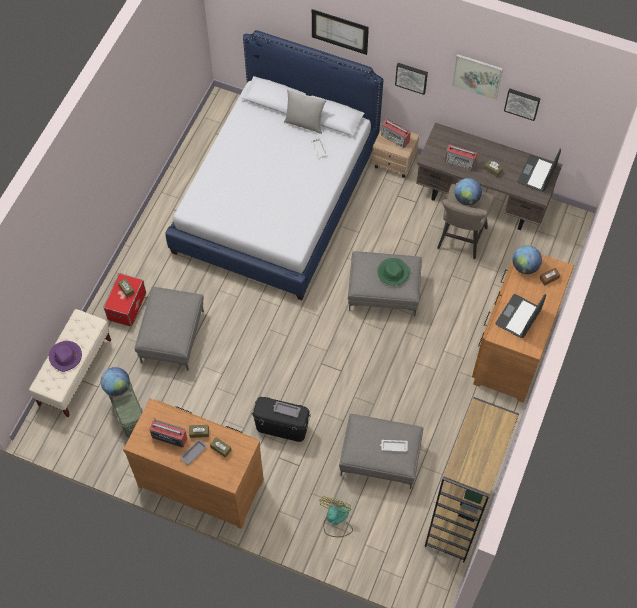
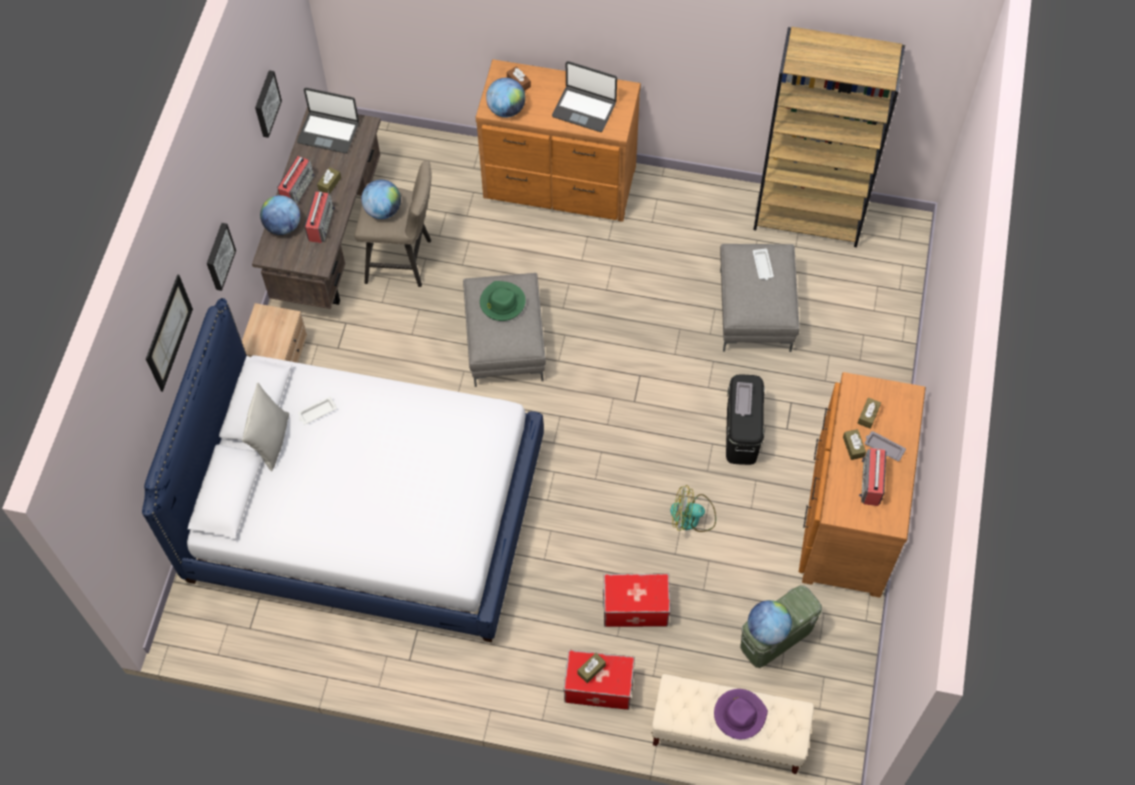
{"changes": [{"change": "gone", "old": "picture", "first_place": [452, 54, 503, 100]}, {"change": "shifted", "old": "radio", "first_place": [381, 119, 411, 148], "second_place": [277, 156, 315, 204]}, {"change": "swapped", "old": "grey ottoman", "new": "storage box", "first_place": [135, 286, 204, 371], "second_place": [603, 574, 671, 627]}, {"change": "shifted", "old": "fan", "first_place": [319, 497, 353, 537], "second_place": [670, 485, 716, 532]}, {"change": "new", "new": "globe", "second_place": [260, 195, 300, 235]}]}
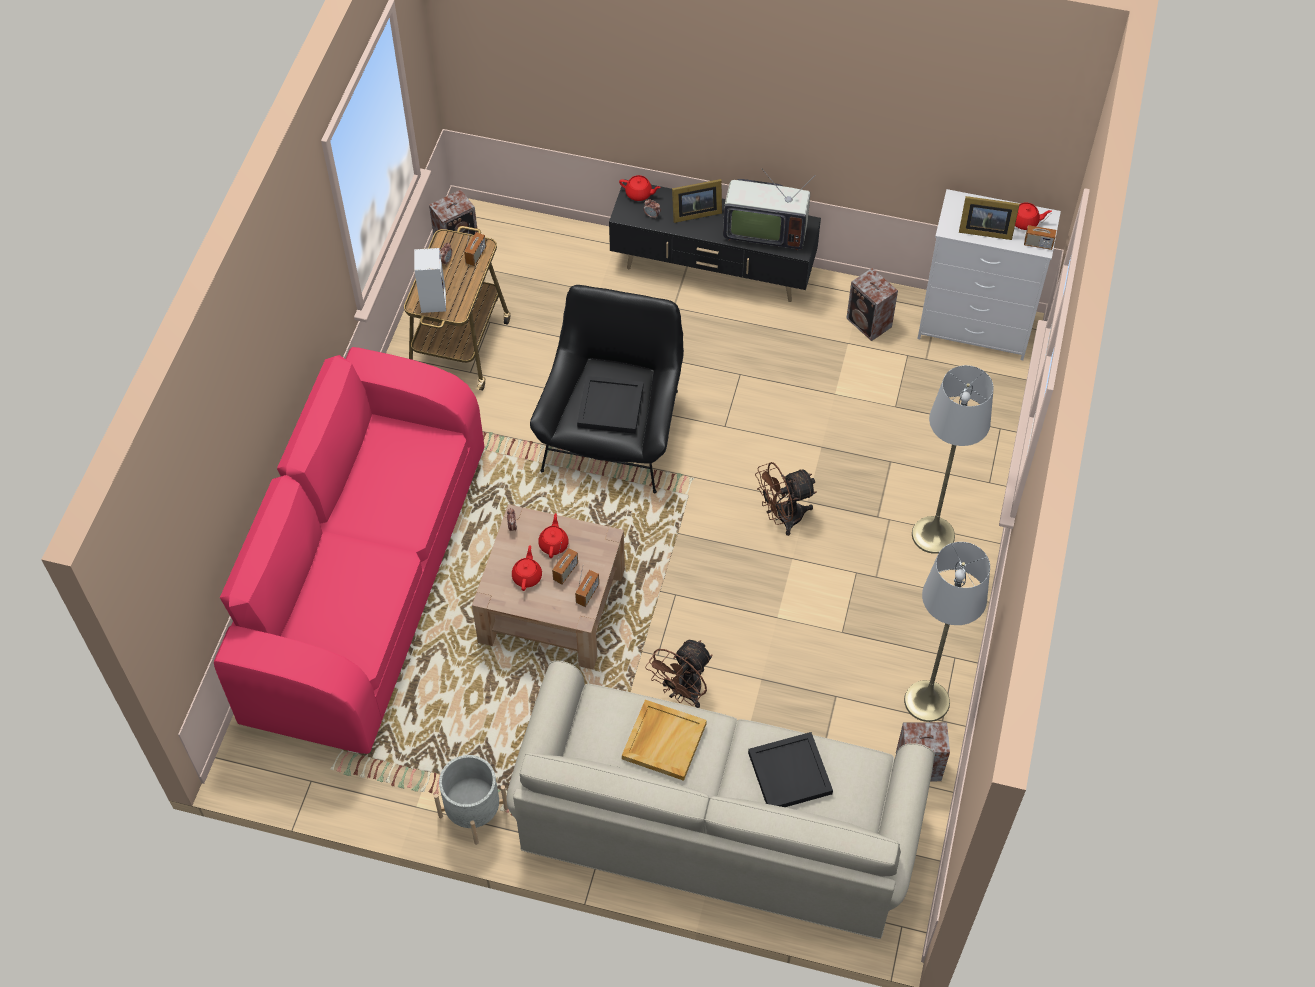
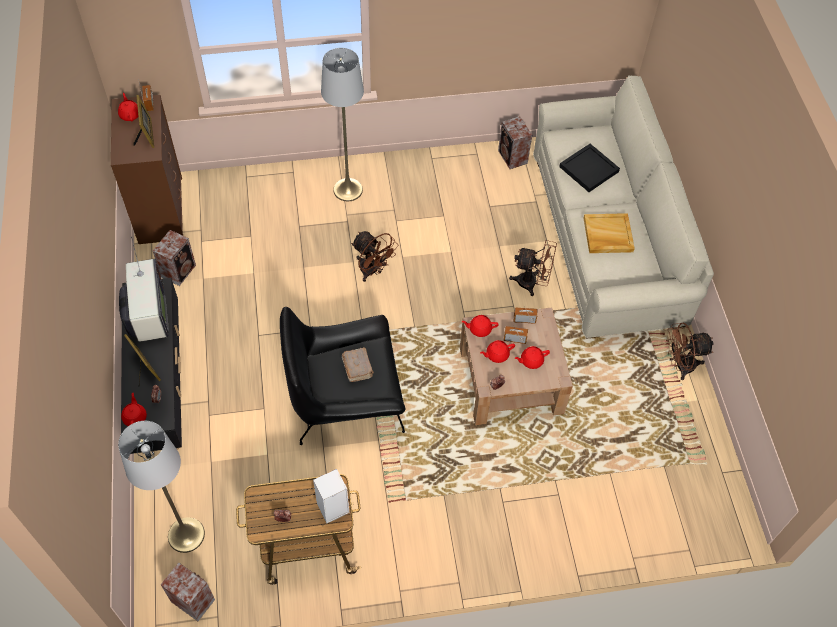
{"changes": [{"change": "repainted", "old": "white dresser", "new": "brown dresser", "first_place": [917, 189, 1061, 360], "second_place": [111, 95, 183, 244]}, {"change": "gone", "old": "radio", "first_place": [464, 224, 486, 266]}, {"change": "gone", "old": "pink sofa", "first_place": [214, 347, 485, 754]}, {"change": "swapped", "old": "black tray", "new": "brown book", "first_place": [577, 376, 644, 434], "second_place": [342, 347, 374, 382]}, {"change": "shifted", "old": "grey floor lamp", "first_place": [904, 542, 990, 722], "second_place": [118, 421, 205, 553]}, {"change": "swapped", "old": "grey planter", "new": "brown fan", "first_place": [434, 755, 508, 845], "second_place": [666, 323, 713, 380]}, {"change": "new", "new": "red teapot", "second_place": [462, 315, 499, 337]}]}
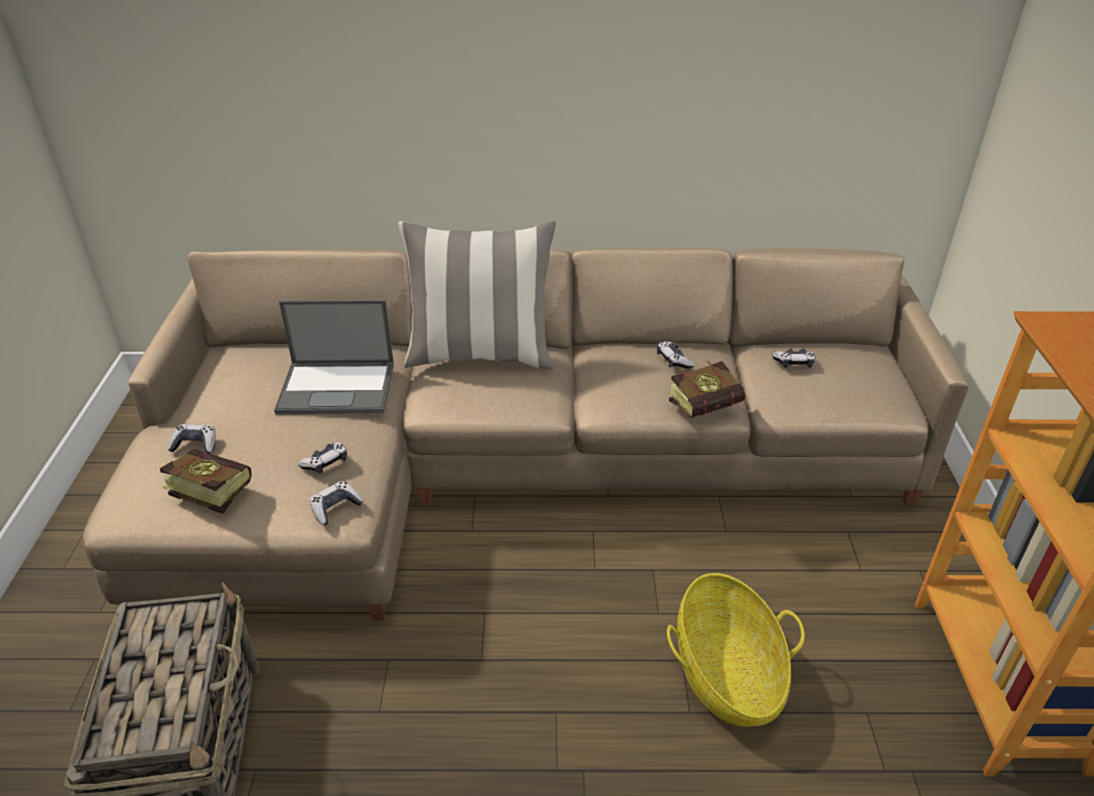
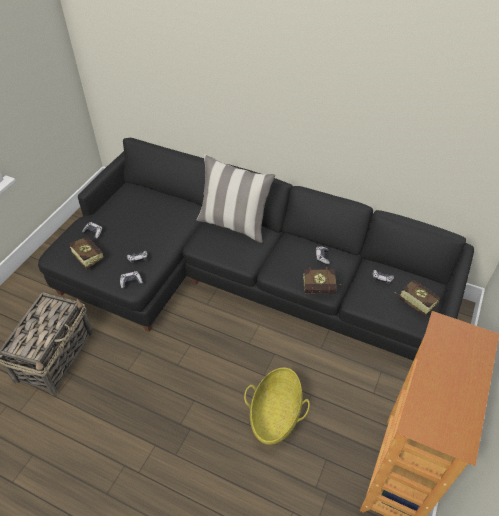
{"changes": [{"change": "repainted", "old": "beige sofa", "new": "black sofa", "first_place": [82, 247, 969, 620], "second_place": [38, 138, 474, 361]}, {"change": "gone", "old": "laptop", "first_place": [274, 300, 394, 414]}, {"change": "new", "new": "book", "second_place": [394, 280, 441, 317]}]}
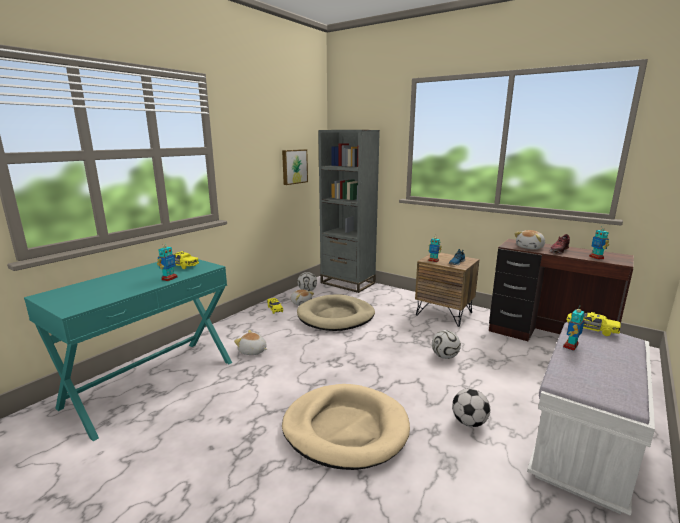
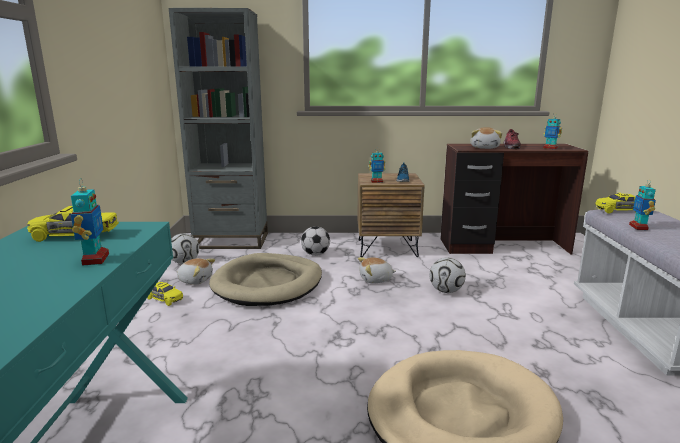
{"changes": [{"change": "gone", "old": "picture", "first_place": [282, 149, 308, 185]}, {"change": "shifted", "old": "plush toy", "first_place": [234, 330, 267, 355], "second_place": [358, 257, 396, 283]}, {"change": "shifted", "old": "football", "first_place": [452, 388, 490, 427], "second_place": [301, 226, 330, 256]}]}
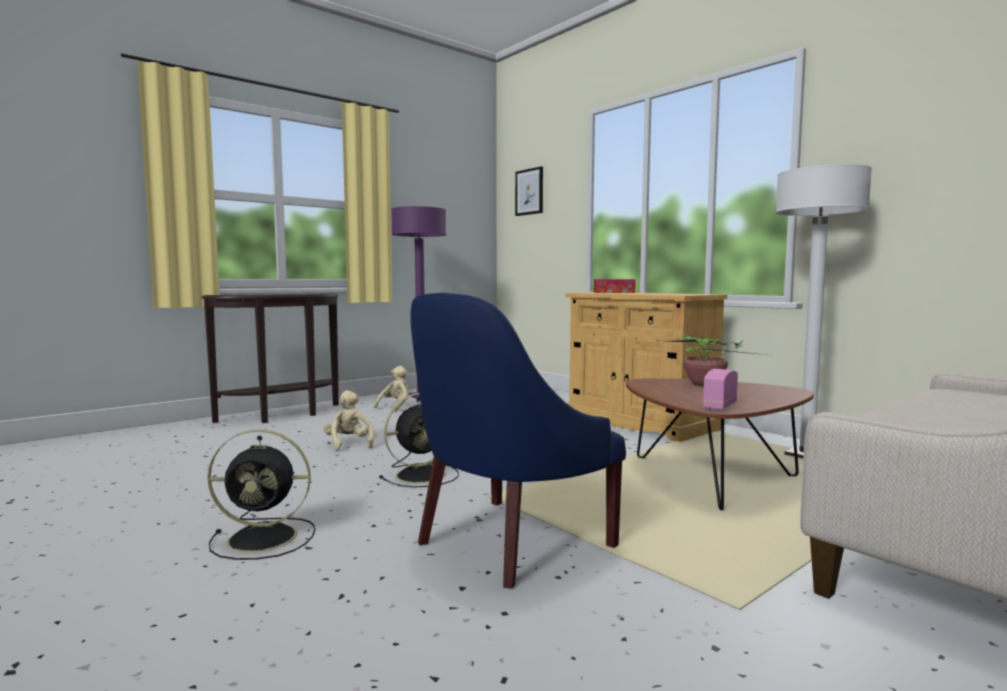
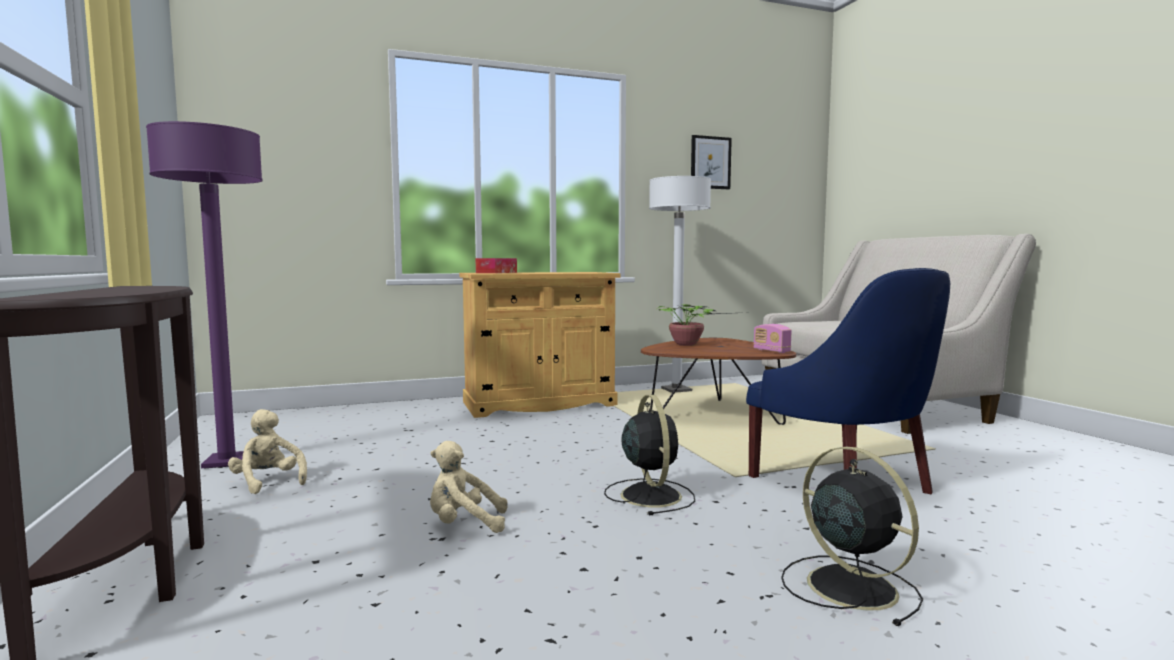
{"changes": [{"change": "shifted", "old": "picture", "first_place": [515, 166, 543, 216], "second_place": [691, 135, 732, 189]}, {"change": "rotated", "old": "black fan", "first_place": [207, 429, 315, 560], "second_place": [781, 447, 923, 626], "degrees": -45}]}
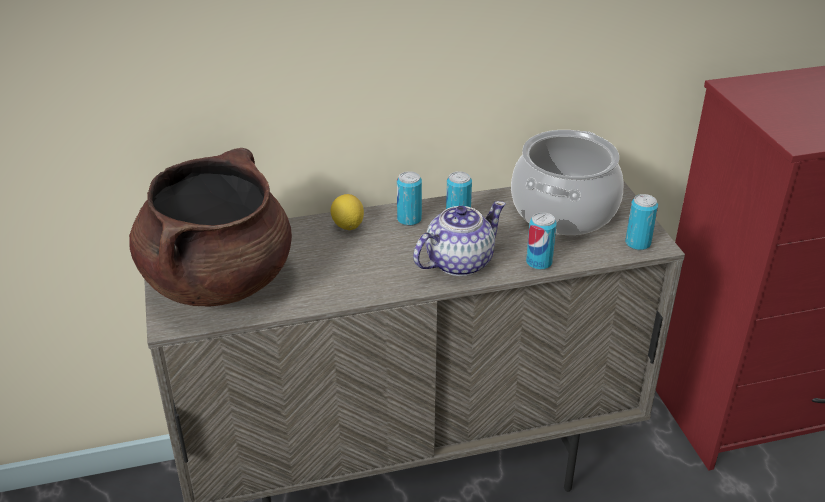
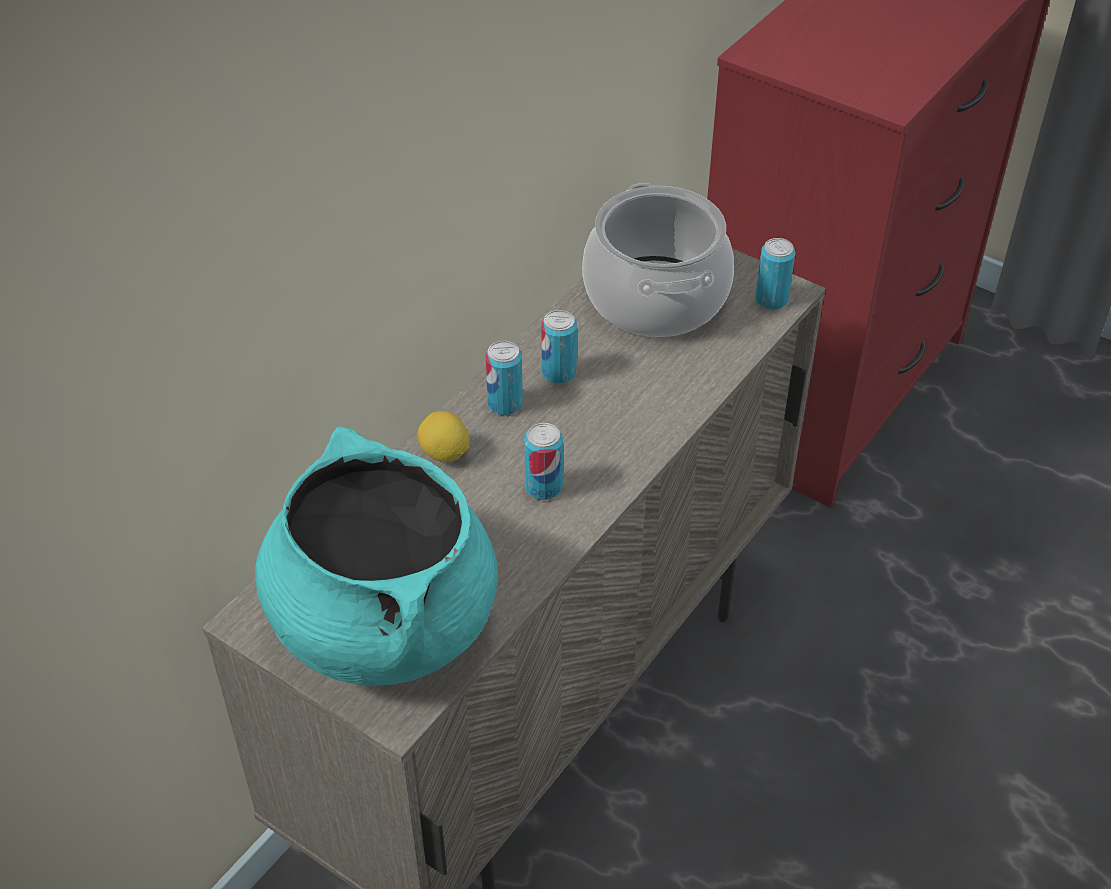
{"changes": [{"change": "repainted", "old": "brown cooking pot", "new": "turquoise cooking pot", "first_place": [129, 148, 292, 307], "second_place": [255, 426, 498, 686]}, {"change": "gone", "old": "teapot", "first_place": [413, 201, 506, 276]}, {"change": "shifted", "old": "can", "first_place": [526, 212, 557, 270], "second_place": [524, 423, 563, 500]}]}
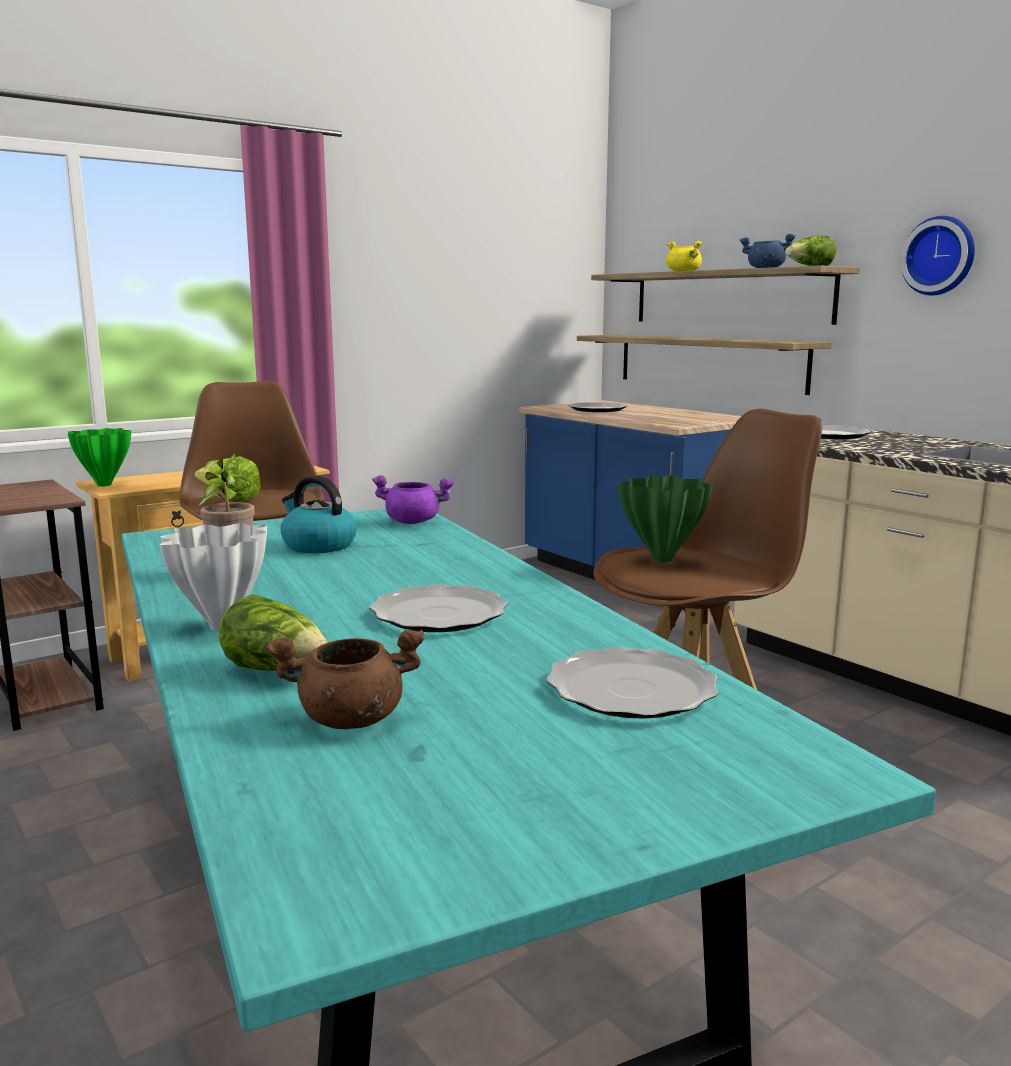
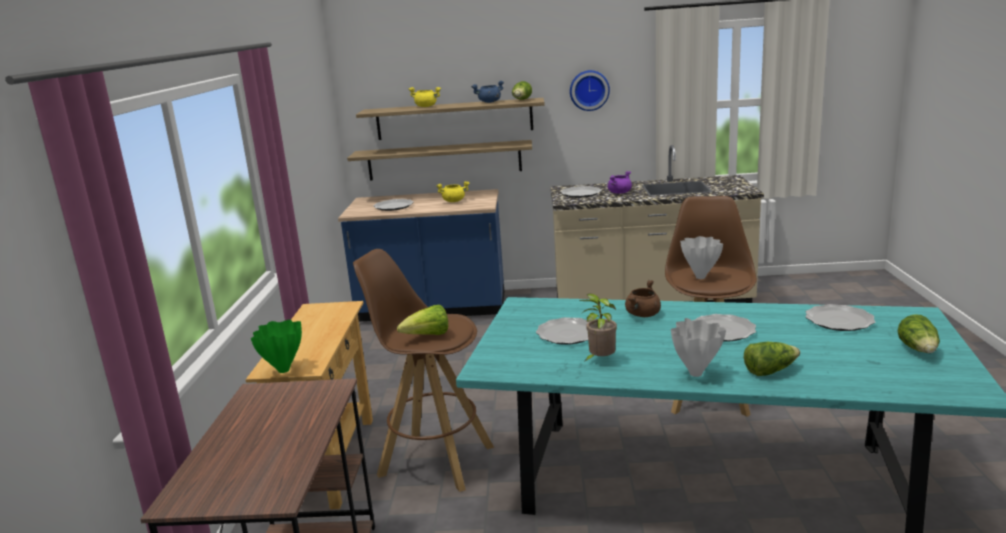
{"changes": [{"change": "swapped", "old": "kettle", "new": "plate", "first_place": [280, 475, 357, 553], "second_place": [536, 317, 588, 345]}, {"change": "shifted", "old": "purple cooking pot", "first_place": [372, 475, 454, 524], "second_place": [607, 171, 632, 194]}, {"change": "repainted", "old": "green vase", "new": "white vase", "first_place": [618, 476, 713, 563], "second_place": [680, 236, 723, 279]}, {"change": "shifted", "old": "brown cooking pot", "first_place": [266, 629, 424, 729], "second_place": [625, 280, 661, 317]}, {"change": "new", "new": "yellow cooking pot", "second_place": [436, 181, 470, 202]}, {"change": "new", "new": "lettuce", "second_place": [898, 314, 940, 353]}]}
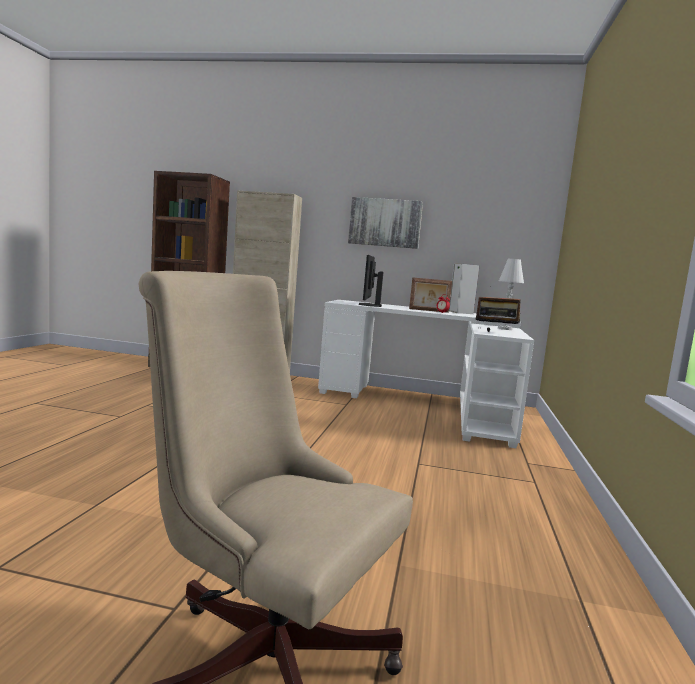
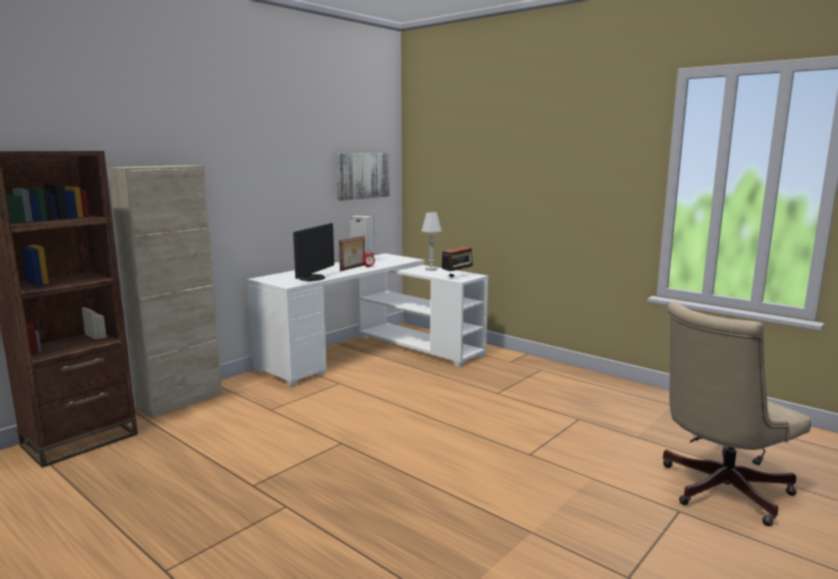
{"changes": [{"change": "shifted", "old": "picture", "first_place": [348, 197, 423, 249], "second_place": [336, 153, 390, 201]}, {"change": "rotated", "old": "monitor", "first_place": [359, 255, 383, 307], "second_place": [293, 223, 334, 281], "degrees": -105}]}
